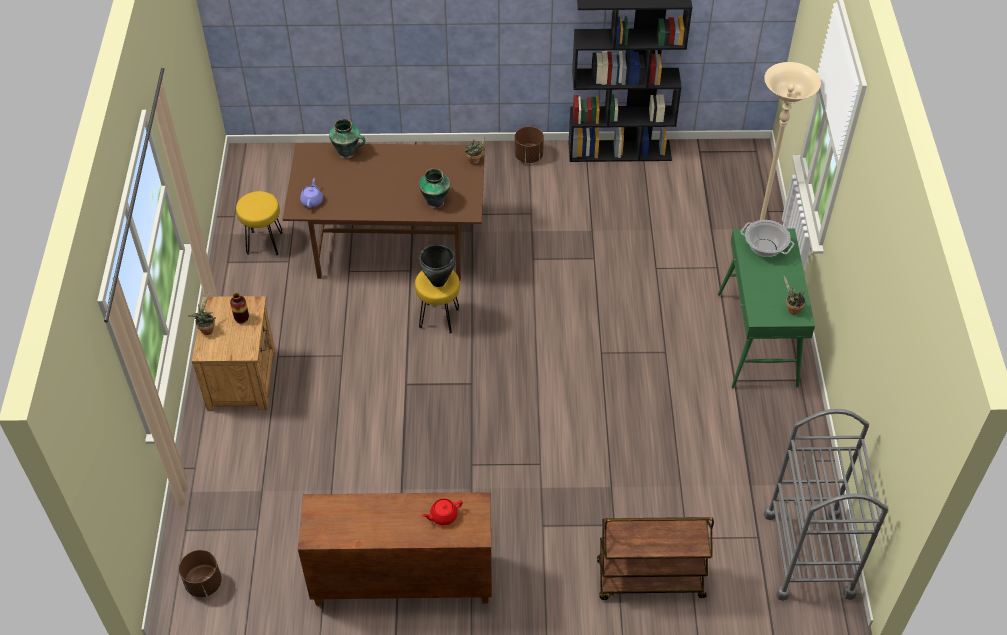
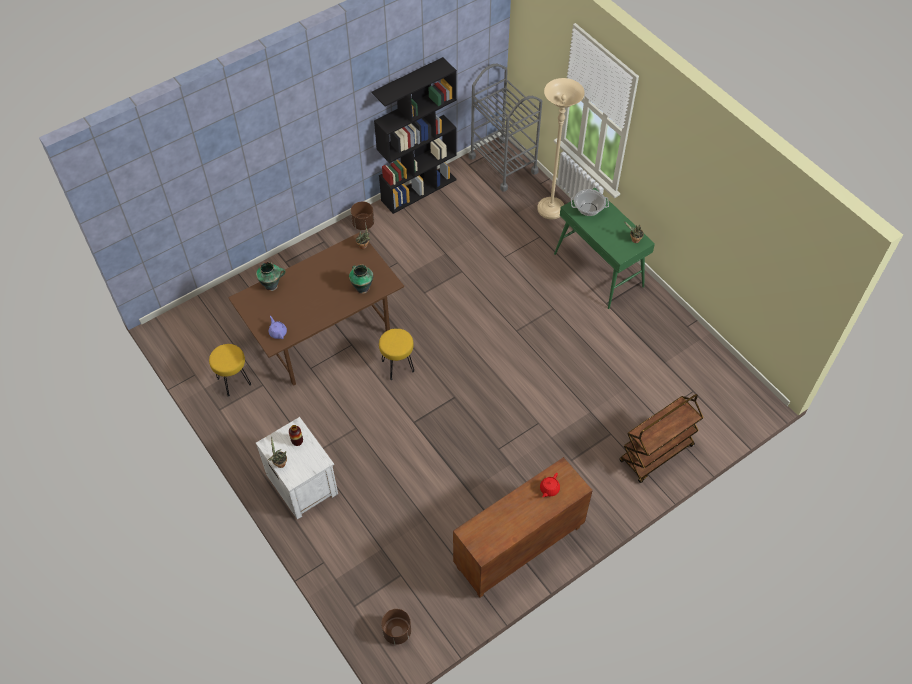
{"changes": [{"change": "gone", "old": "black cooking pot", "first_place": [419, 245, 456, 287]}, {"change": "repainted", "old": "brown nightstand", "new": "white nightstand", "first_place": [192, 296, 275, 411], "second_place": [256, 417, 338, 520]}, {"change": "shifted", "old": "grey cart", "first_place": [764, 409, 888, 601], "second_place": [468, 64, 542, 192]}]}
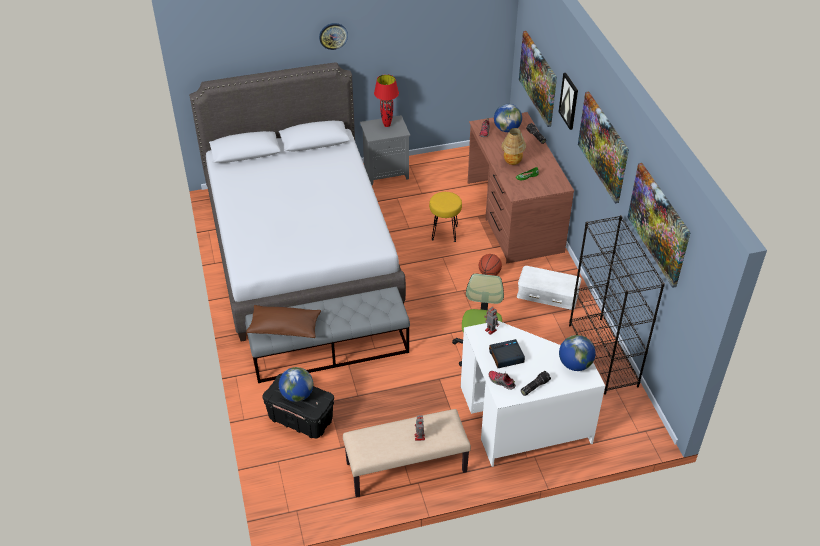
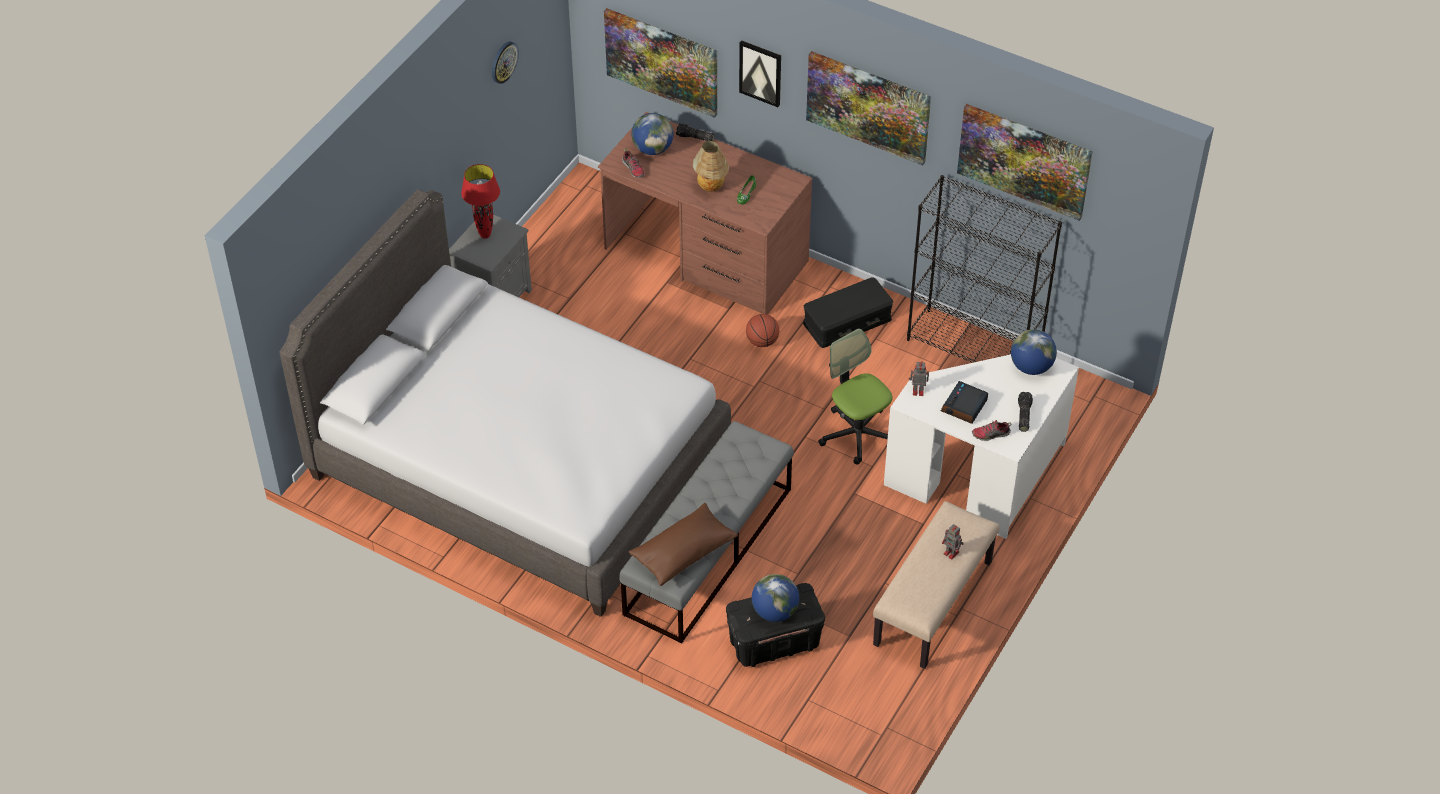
{"changes": [{"change": "shifted", "old": "wall clock", "first_place": [319, 23, 348, 50], "second_place": [492, 42, 519, 84]}, {"change": "gone", "old": "yellow stool", "first_place": [429, 192, 462, 242]}, {"change": "repainted", "old": "white storage box", "new": "black storage box", "first_place": [517, 266, 581, 310], "second_place": [803, 277, 893, 348]}]}
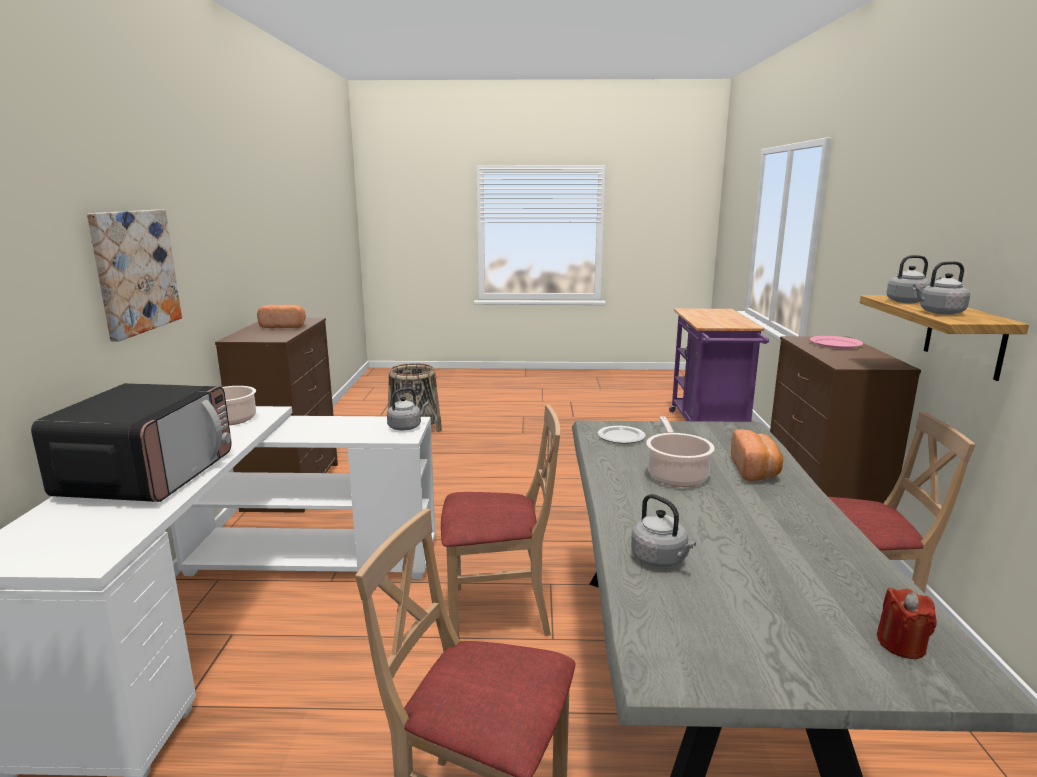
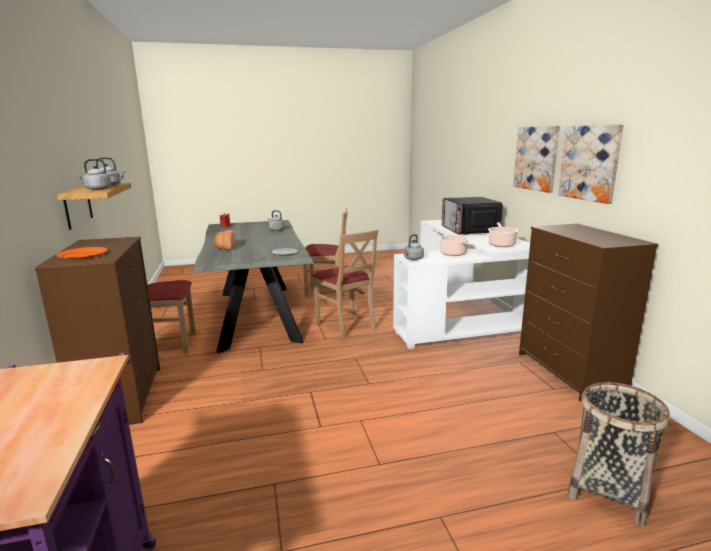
{"changes": [{"change": "gone", "old": "bread", "first_place": [257, 305, 306, 328]}, {"change": "repainted", "old": "pink plate", "new": "orange plate", "first_place": [810, 336, 863, 349], "second_place": [56, 247, 108, 260]}, {"change": "rotated", "old": "beige chair", "first_place": [441, 404, 560, 641], "second_place": [312, 230, 378, 339], "degrees": -105}, {"change": "shifted", "old": "cooking pot", "first_place": [646, 417, 715, 487], "second_place": [439, 235, 473, 256]}, {"change": "new", "new": "picture", "second_place": [558, 124, 624, 204]}]}
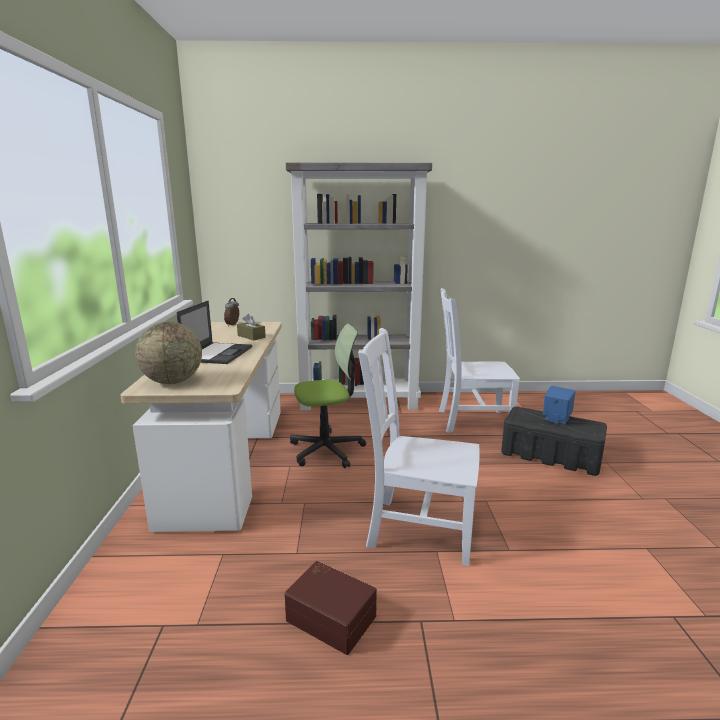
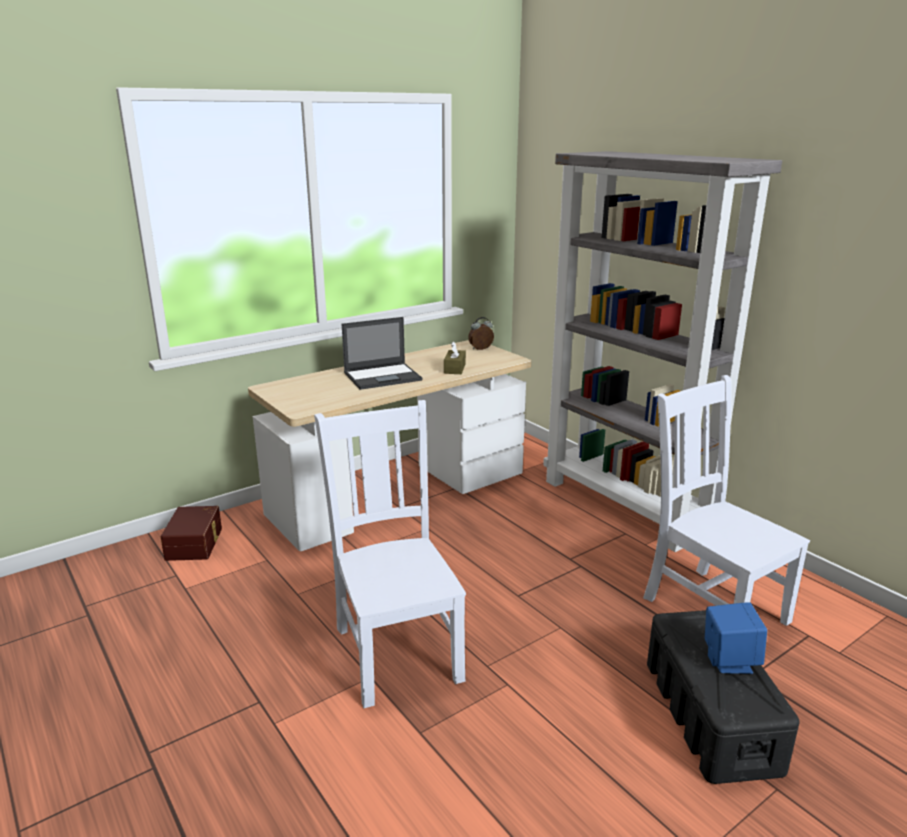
{"changes": [{"change": "gone", "old": "globe", "first_place": [135, 322, 202, 384]}, {"change": "gone", "old": "office chair", "first_place": [290, 324, 366, 468]}, {"change": "shifted", "old": "brown storage box", "first_place": [284, 561, 377, 655], "second_place": [161, 506, 222, 561]}]}
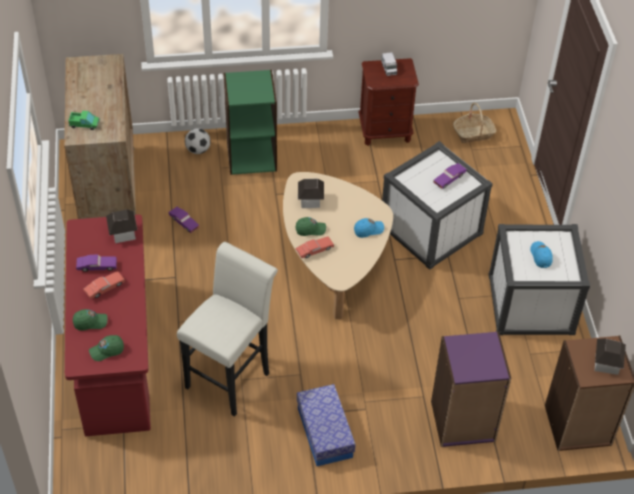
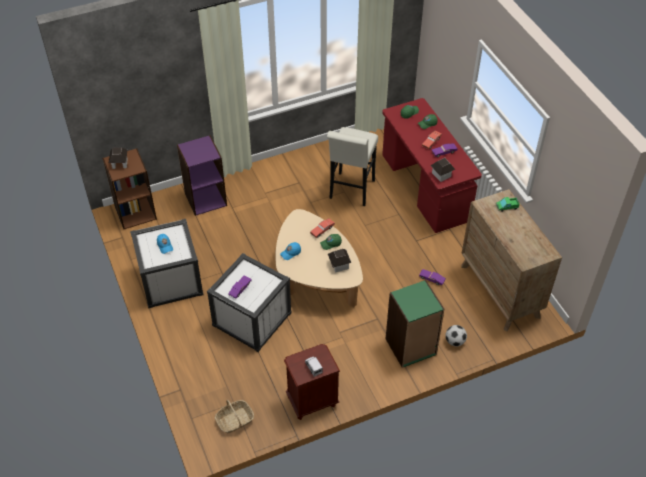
{"changes": [{"change": "gone", "old": "storage box", "first_place": [297, 384, 356, 466]}]}
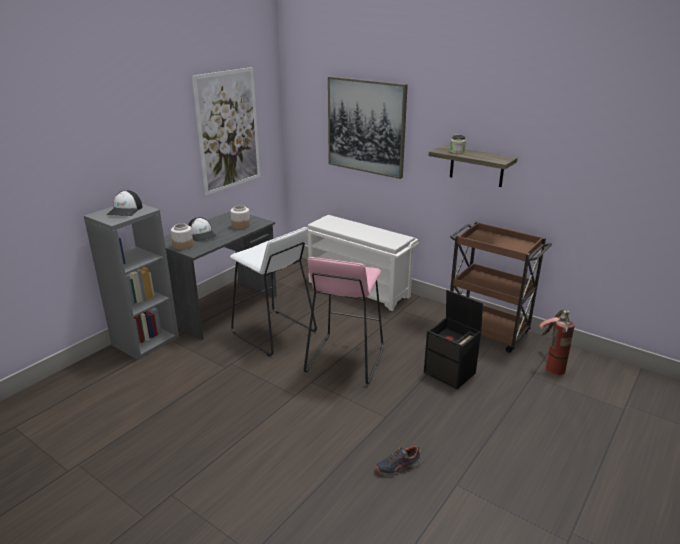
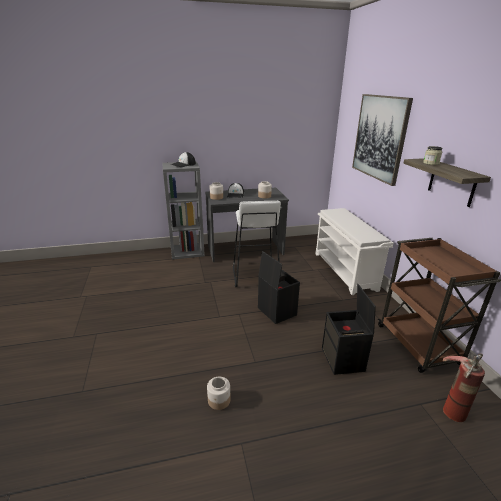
{"changes": [{"change": "gone", "old": "picture", "first_place": [192, 67, 260, 195]}, {"change": "swapped", "old": "pink stool", "new": "black storage box", "first_place": [304, 257, 383, 384], "second_place": [258, 251, 300, 324]}, {"change": "swapped", "old": "shoe", "new": "jar", "first_place": [375, 446, 421, 476], "second_place": [207, 377, 230, 410]}]}
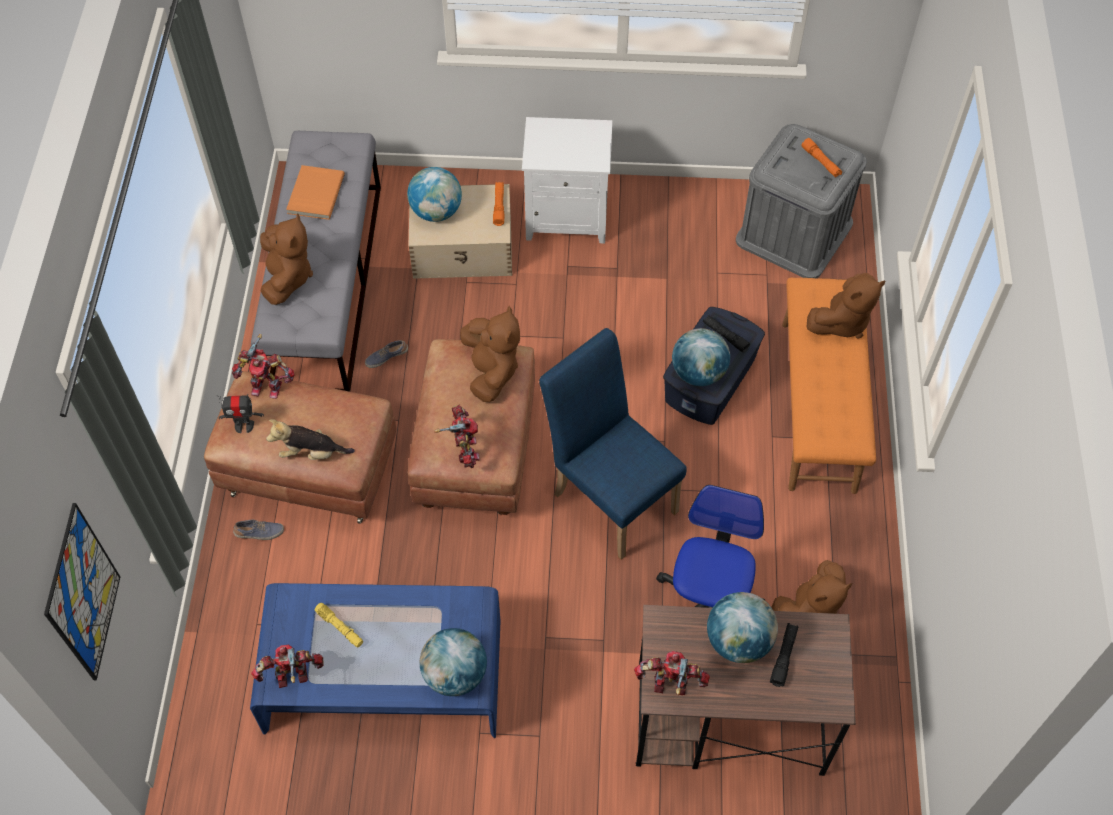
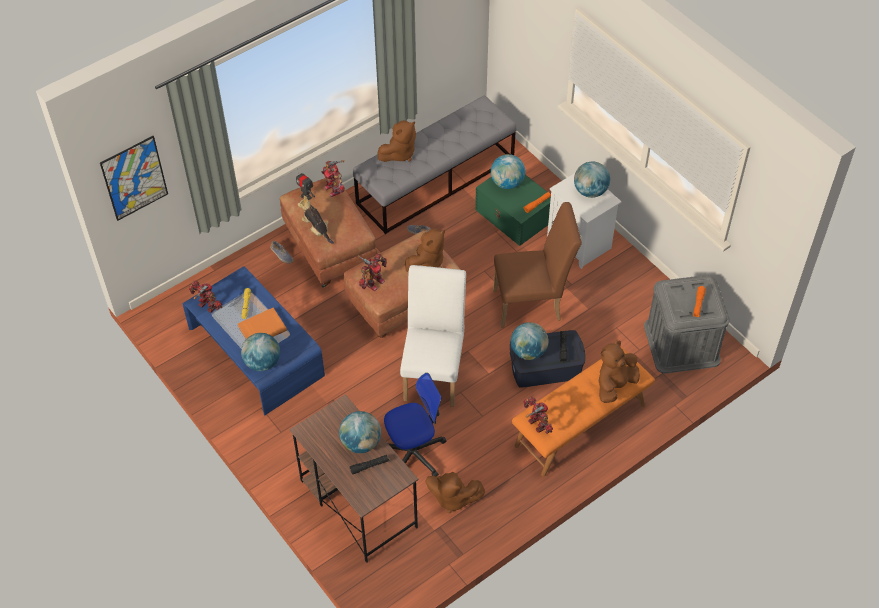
{"changes": [{"change": "shifted", "old": "orange book", "first_place": [286, 165, 345, 220], "second_place": [238, 308, 287, 339]}, {"change": "repainted", "old": "beige storage box", "new": "green storage box", "first_place": [409, 184, 512, 279], "second_place": [475, 175, 551, 246]}, {"change": "rotated", "old": "brown plush toy", "first_place": [806, 273, 885, 339], "second_place": [599, 341, 640, 403], "degrees": 120}, {"change": "repainted", "old": "blue chair", "new": "white chair", "first_place": [539, 328, 687, 560], "second_place": [400, 265, 466, 407]}, {"change": "shifted", "old": "toy robot", "first_place": [634, 651, 710, 695], "second_place": [523, 397, 553, 434]}, {"change": "new", "new": "globe", "second_place": [574, 161, 610, 198]}, {"change": "new", "new": "brown chair", "second_place": [493, 202, 582, 328]}]}
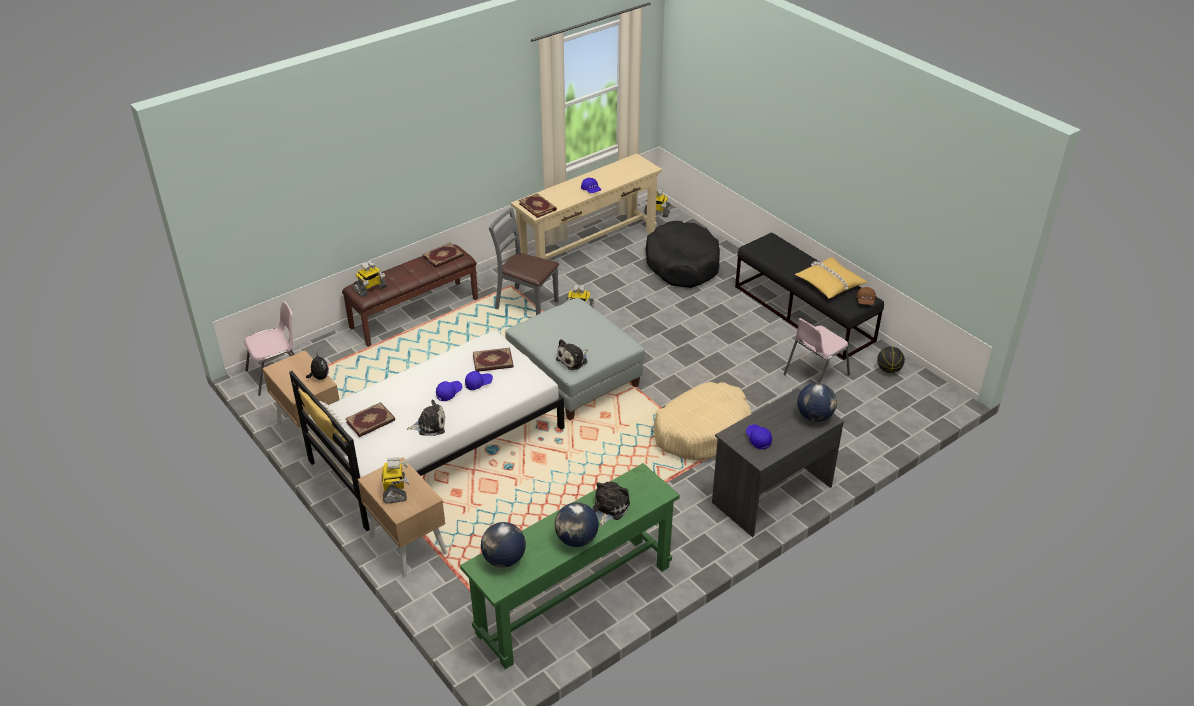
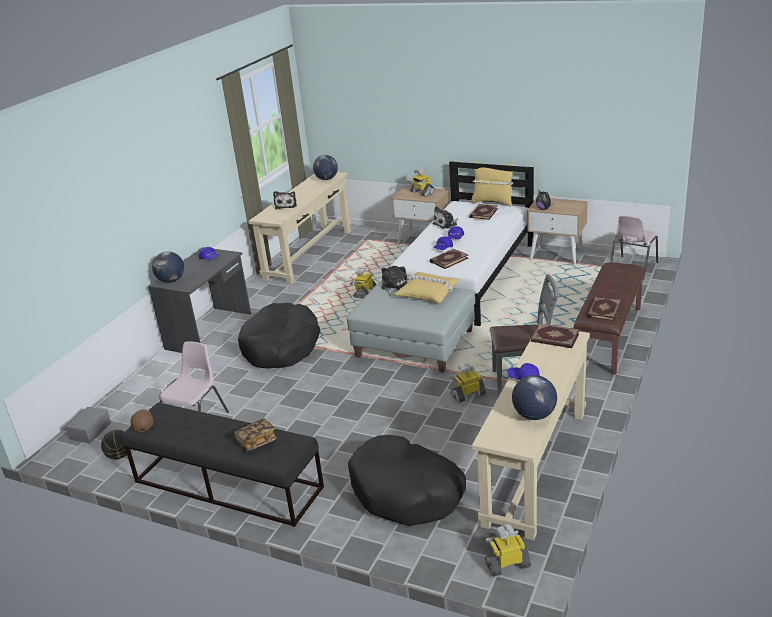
{"changes": [{"change": "shifted", "old": "yellow pillow", "first_place": [795, 257, 868, 299], "second_place": [394, 272, 460, 303]}, {"change": "shifted", "old": "toy robot", "first_place": [353, 261, 387, 297], "second_place": [350, 267, 376, 298]}, {"change": "repainted", "old": "beige dog bed", "new": "black dog bed", "first_place": [654, 382, 752, 460], "second_place": [238, 303, 320, 369]}, {"change": "repainted", "old": "green console table", "new": "beige console table", "first_place": [460, 463, 680, 669], "second_place": [249, 172, 351, 285]}, {"change": "shifted", "old": "globe", "first_place": [555, 502, 599, 547], "second_place": [512, 375, 557, 420]}, {"change": "new", "new": "grey storage box", "second_place": [66, 407, 111, 443]}, {"change": "new", "new": "book", "second_place": [234, 419, 277, 451]}]}
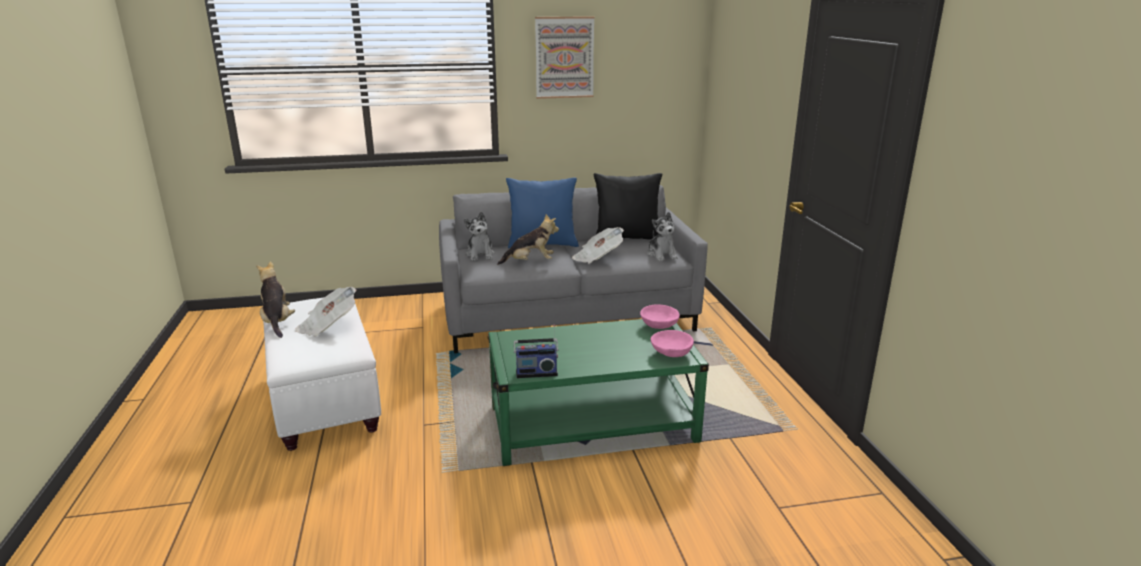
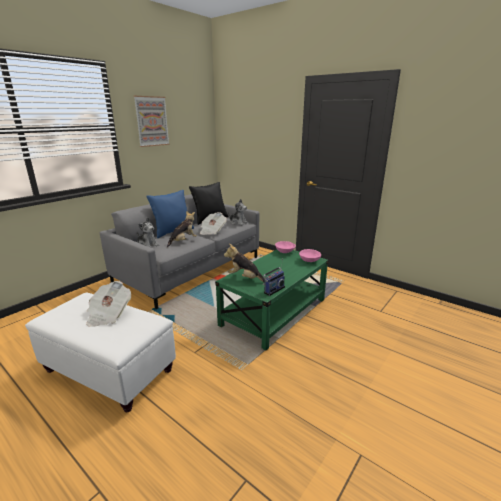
{"changes": [{"change": "shifted", "old": "plush toy", "first_place": [256, 261, 295, 338], "second_place": [224, 243, 265, 282]}]}
